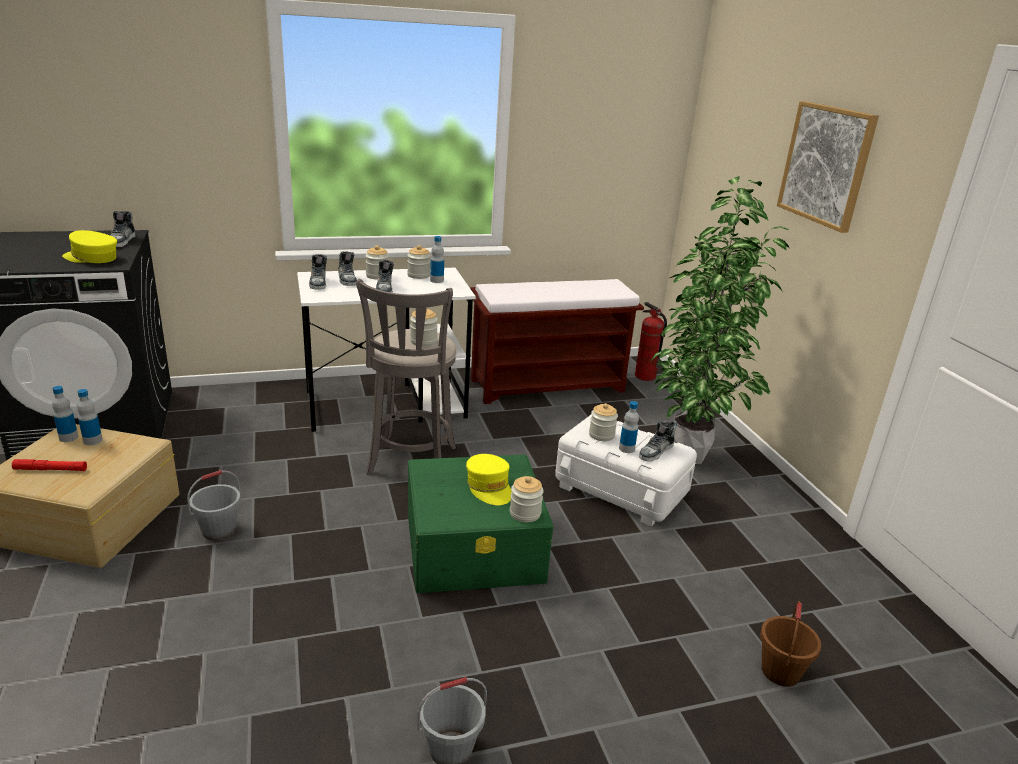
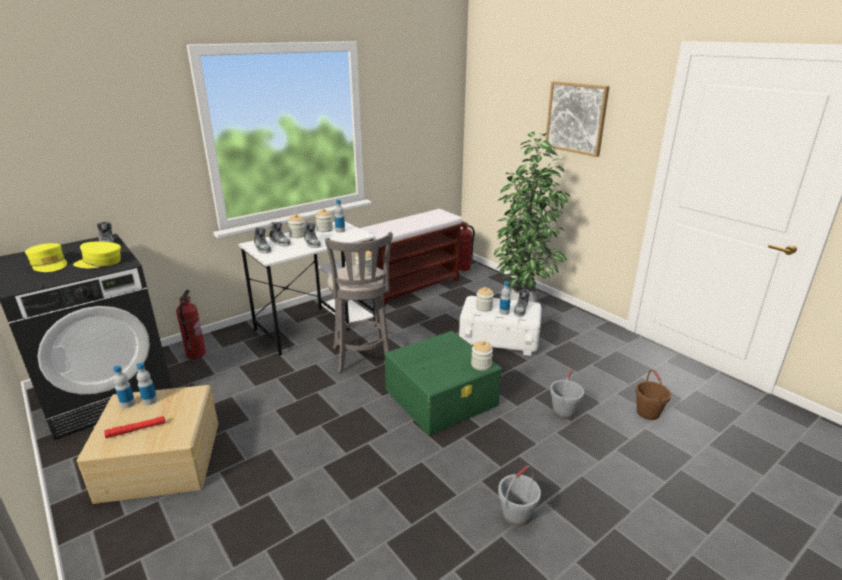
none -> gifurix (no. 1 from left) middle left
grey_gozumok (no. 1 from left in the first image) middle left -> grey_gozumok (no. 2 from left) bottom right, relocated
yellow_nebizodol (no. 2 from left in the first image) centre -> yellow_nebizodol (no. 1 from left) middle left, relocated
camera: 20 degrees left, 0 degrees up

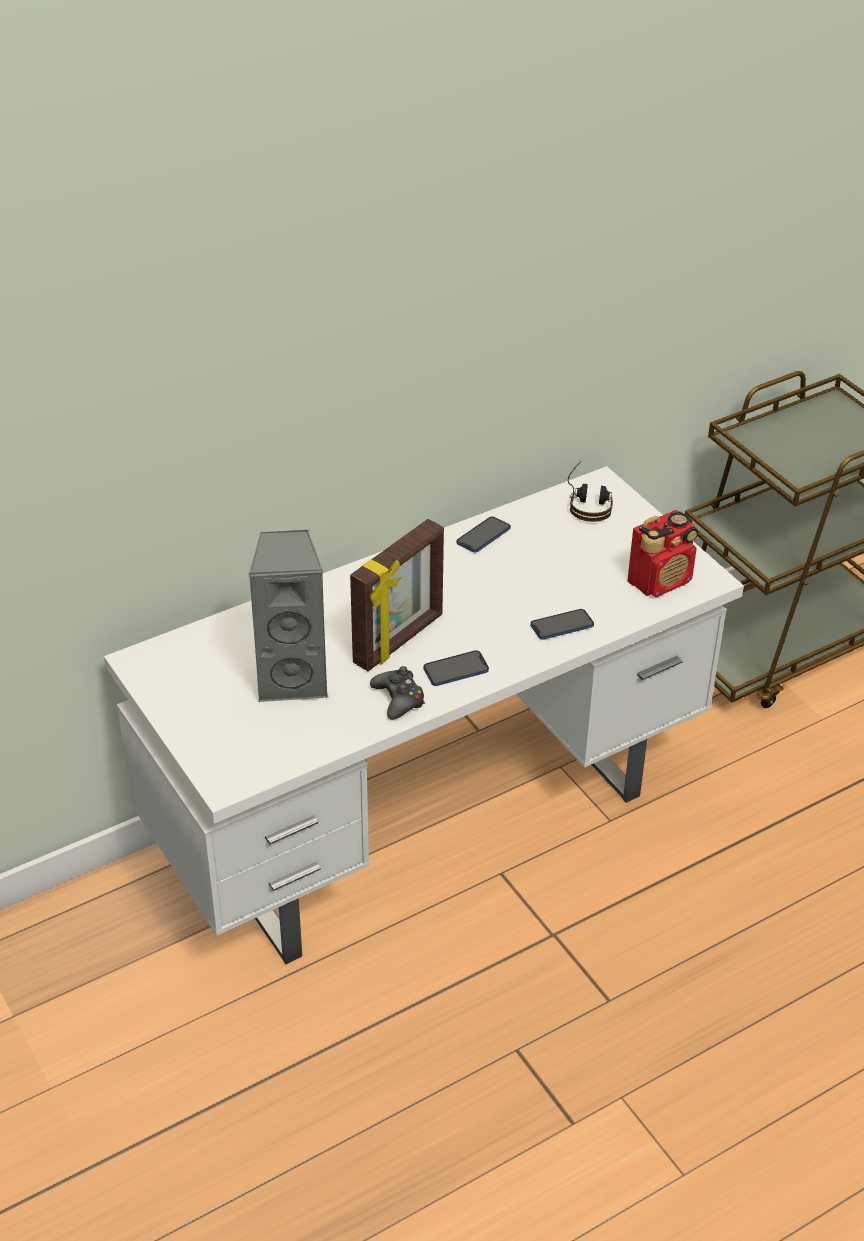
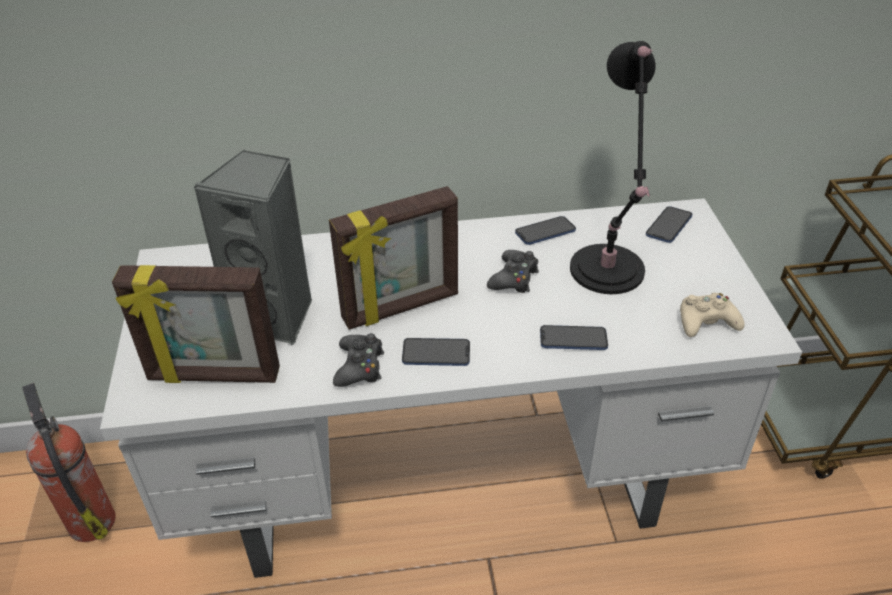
none -> gifurix bottom left
none -> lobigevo (no. 1 from left) middle left
none -> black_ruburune (no. 2 from left) centre
none -> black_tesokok top right
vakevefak middle right -> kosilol (no. 4 from left) middle right
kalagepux middle right -> beige_ruburune middle right
camera: 25 degrees right, 0 degrees up

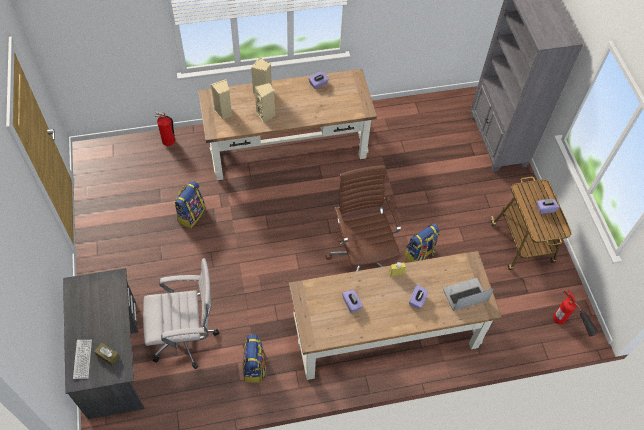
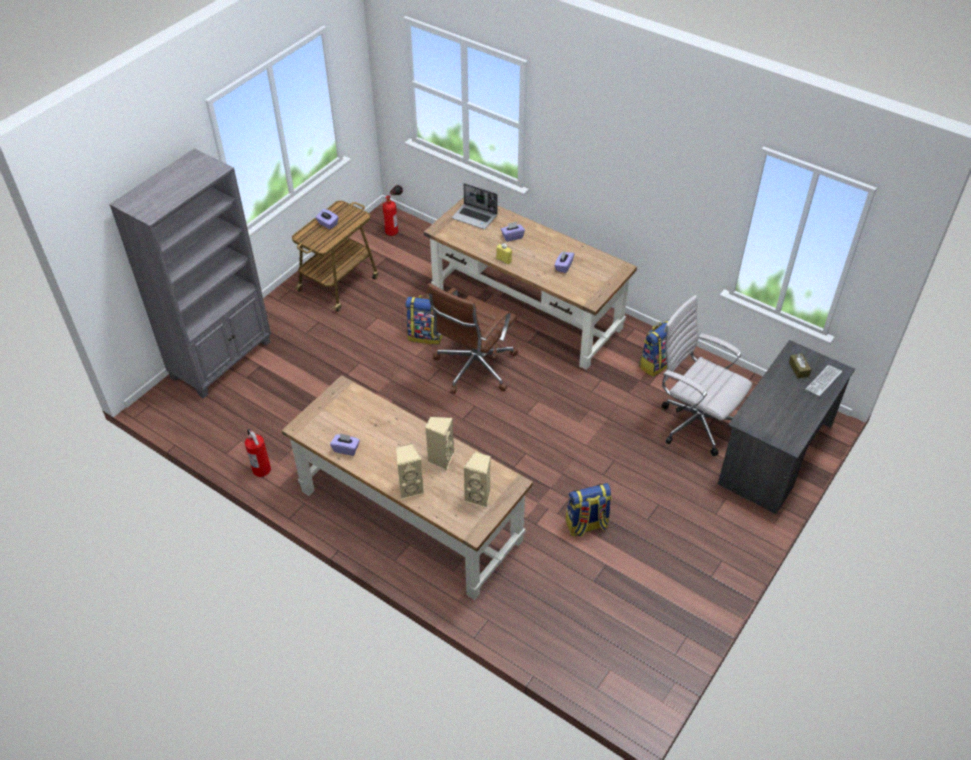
gifurix (no. 1 from left) top left -> gifurix (no. 1 from left) middle left, relocated
camera: 130 degrees left, 10 degrees down

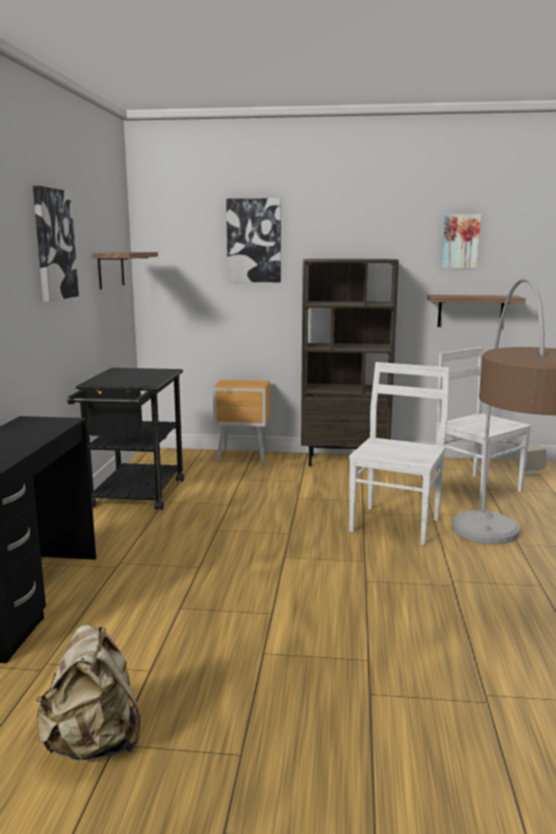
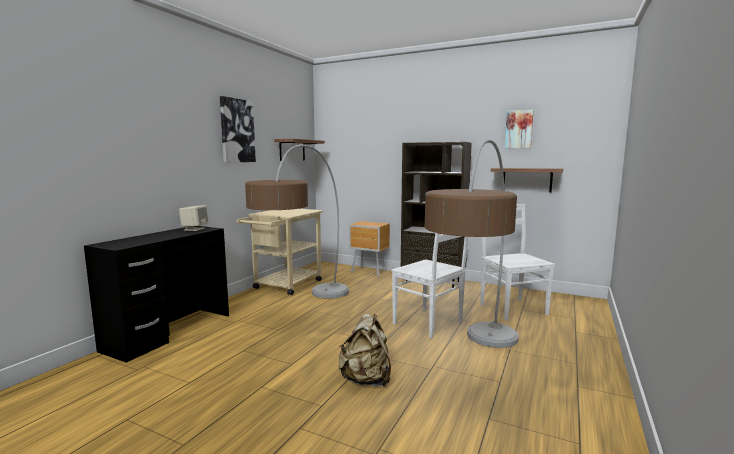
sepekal (no. 2 from left) top centre -> none
none -> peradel (no. 1 from left) centre
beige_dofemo bottom left -> beige_dofemo bottom centre, relocated
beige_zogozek middle right -> beige_zogozek middle left, relocated
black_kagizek middle left -> beige_kagizek centre
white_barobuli (no. 1 from left) middle right -> white_barobuli (no. 1 from left) centre, 90 degrees clockwise
camera: 20 degrees right, 5 degrees down

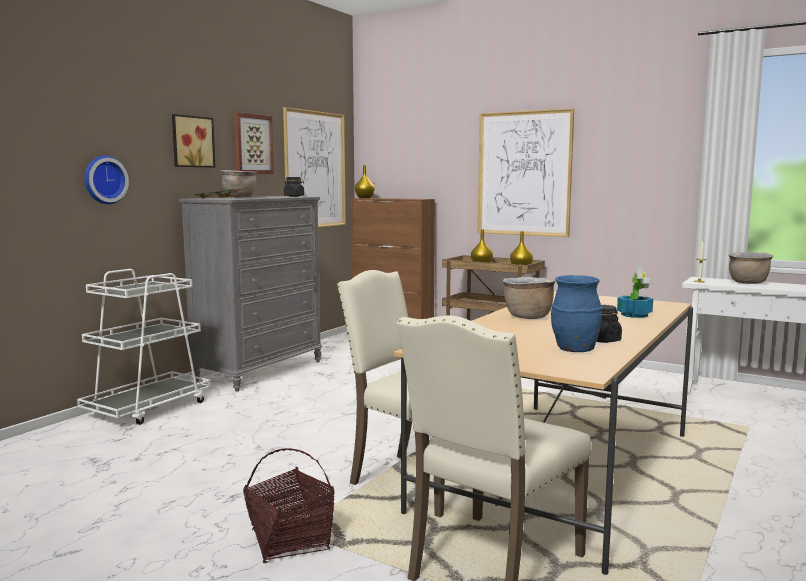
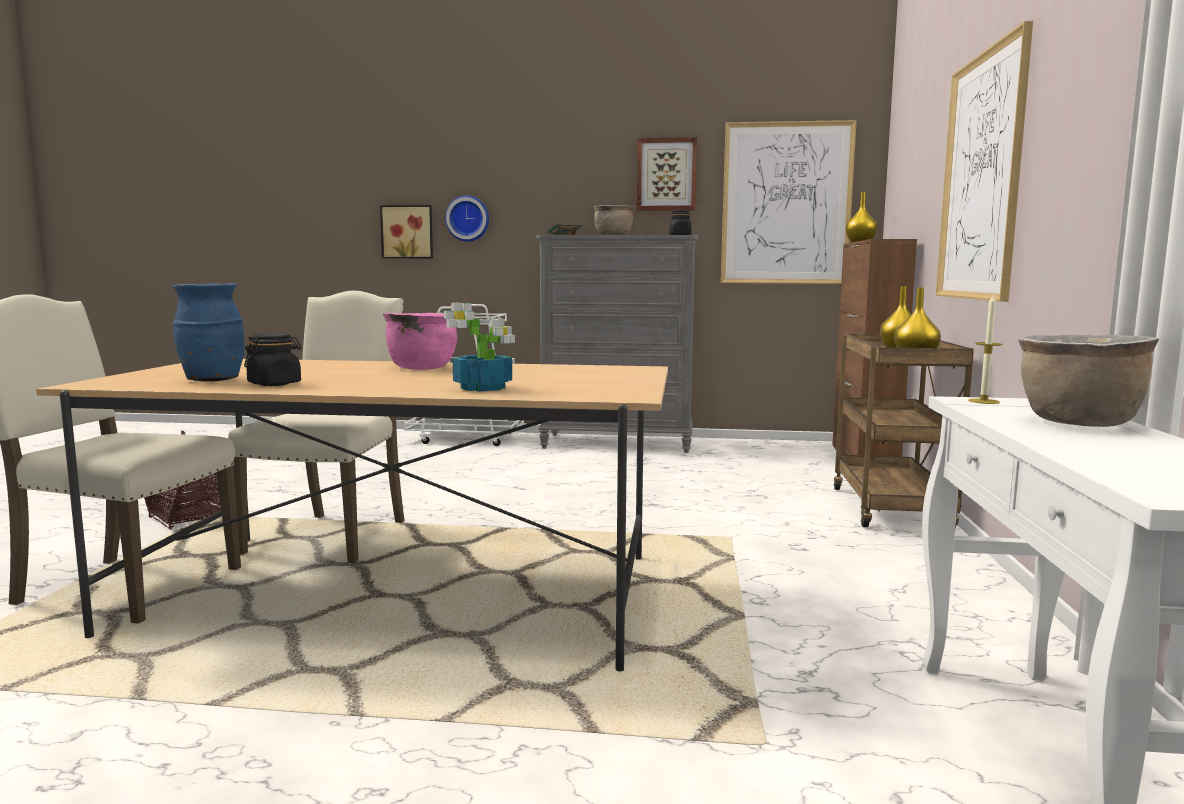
sepekal (no. 1 from left) top left -> sepekal (no. 1 from left) top centre, relocated
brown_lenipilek (no. 2 from left) centre -> pink_lenipilek centre
camera: 65 degrees right, 0 degrees up

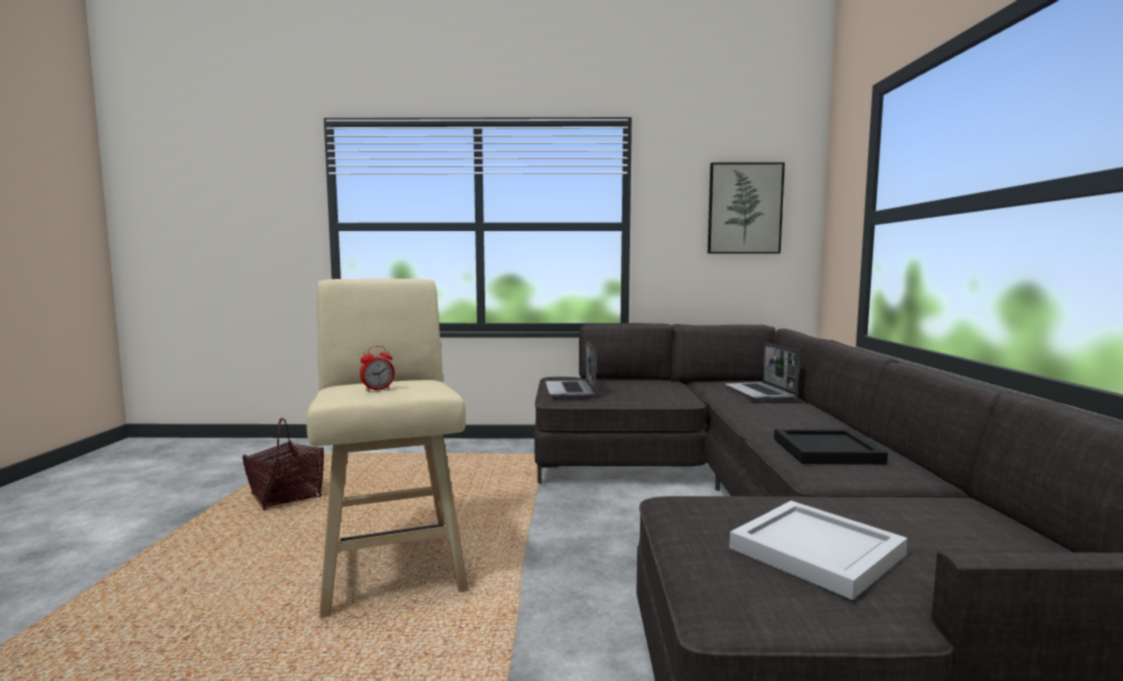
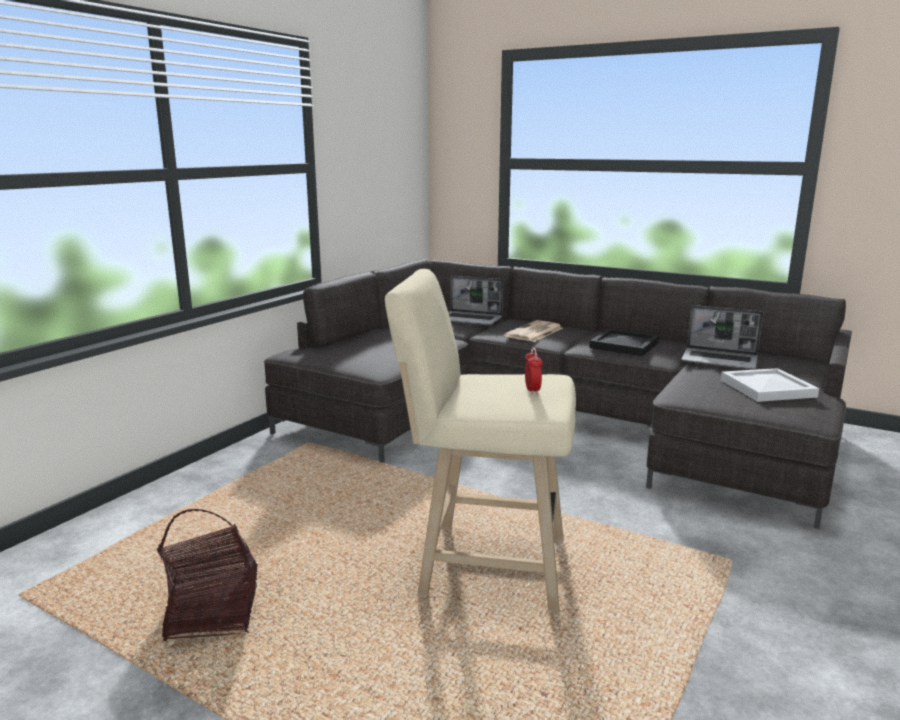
sepekal top centre -> none
none -> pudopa centre
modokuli (no. 1 from left in the first image) centre -> modokuli (no. 2 from left) middle right, relocated
camera: 60 degrees left, 10 degrees up

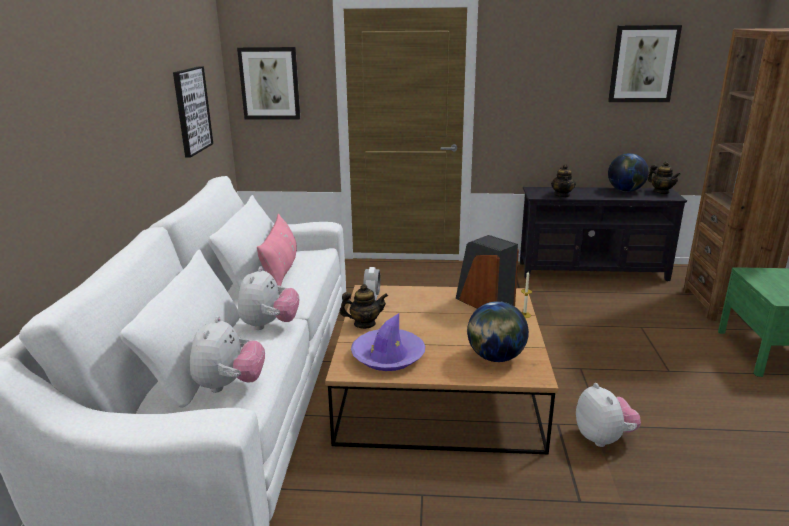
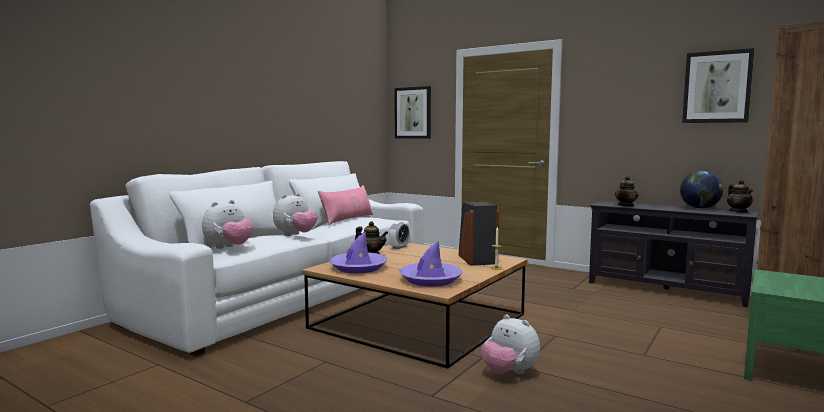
sepekal (no. 1 from left) top left -> none
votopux (no. 1 from left) centre -> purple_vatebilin (no. 2 from left) centre
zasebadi (no. 3 from left) bottom right -> zasebadi (no. 3 from left) bottom centre, 120 degrees clockwise
camera: 30 degrees right, 15 degrees down

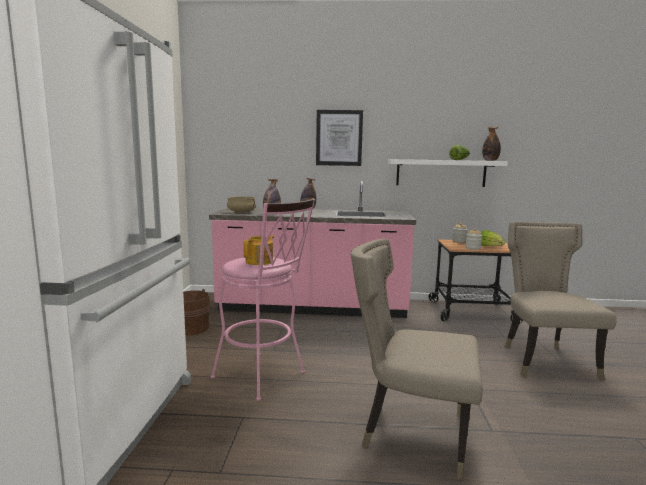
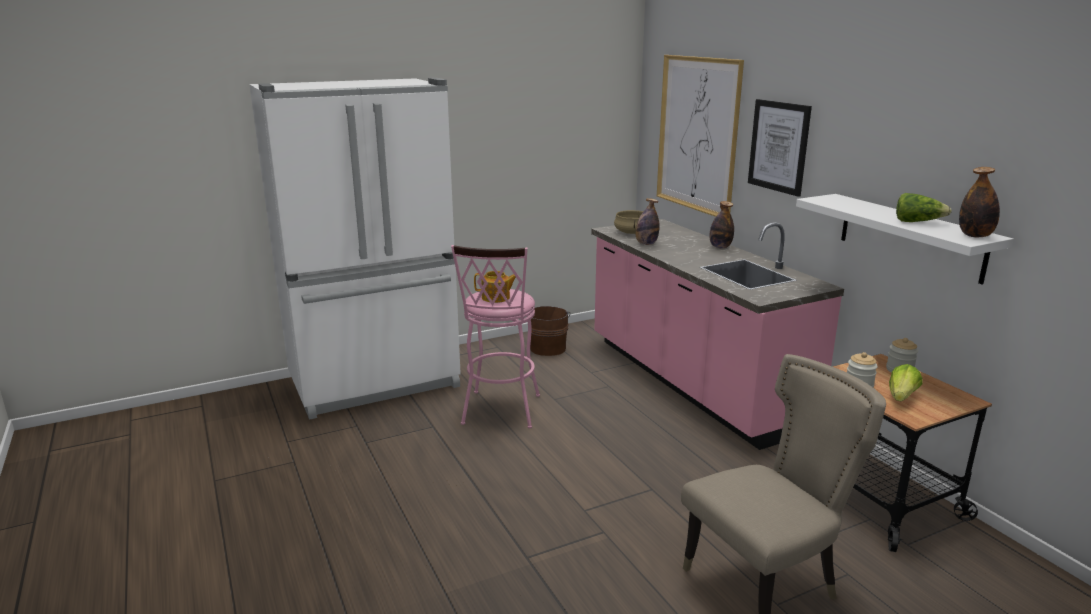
beige_barobuli (no. 1 from left) bottom centre -> none
none -> sepekal (no. 1 from left) top centre
camera: 60 degrees right, 10 degrees up

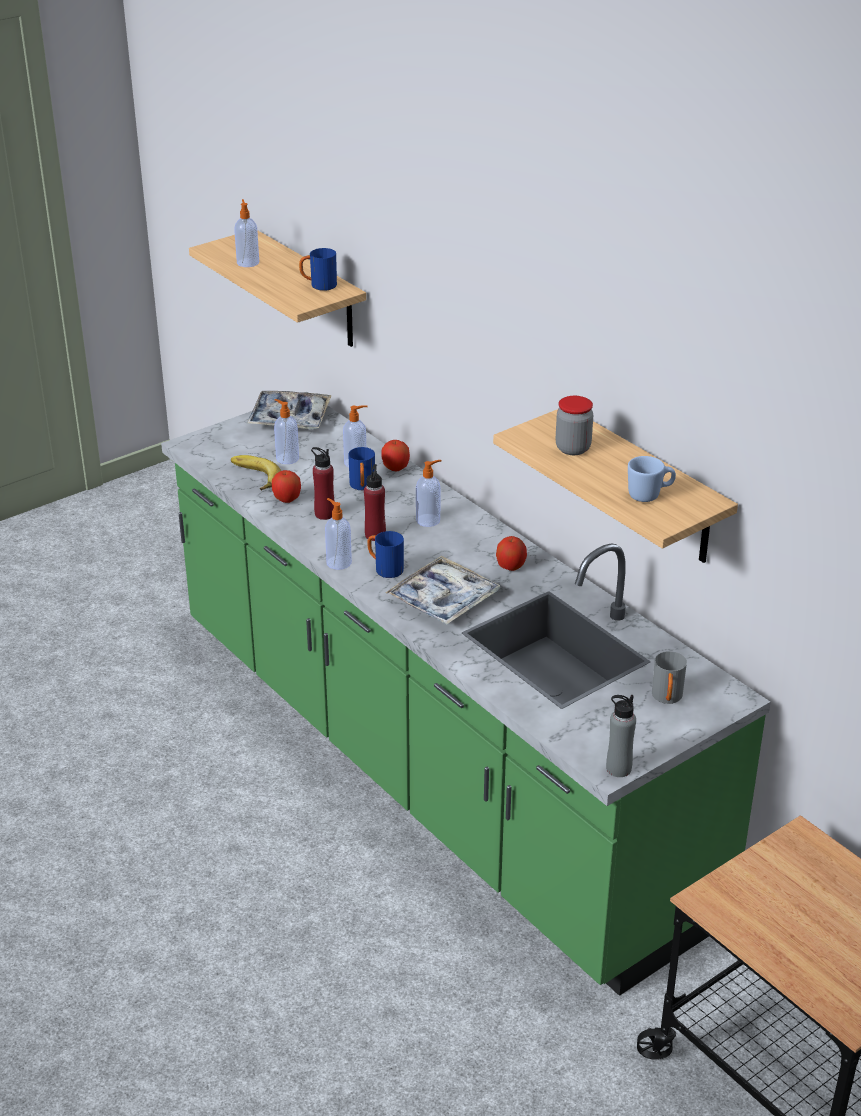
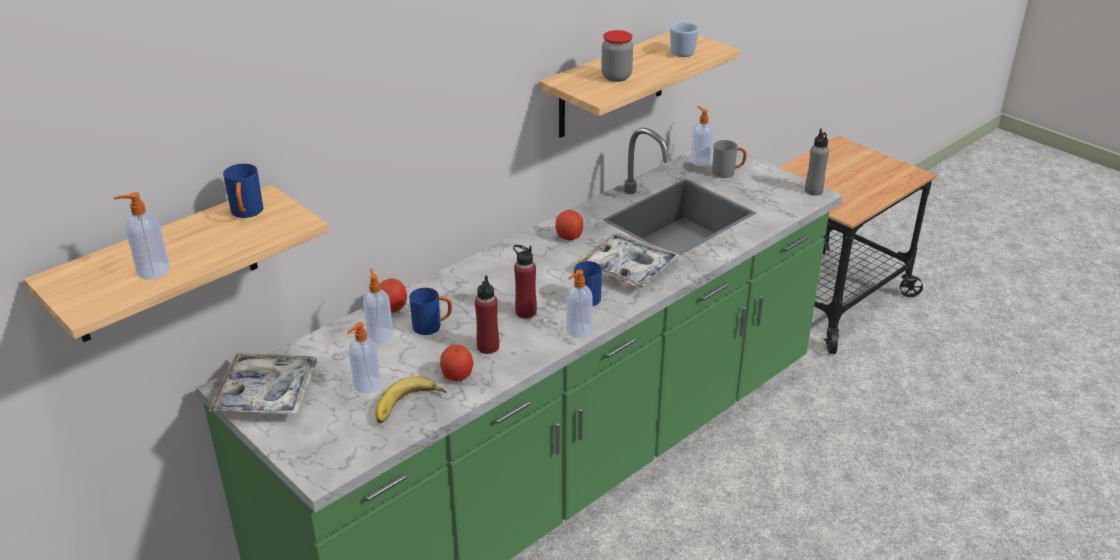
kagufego (no. 5 from left) centre -> kagufego (no. 5 from left) top centre, relocated
camera: 95 degrees left, 0 degrees up

